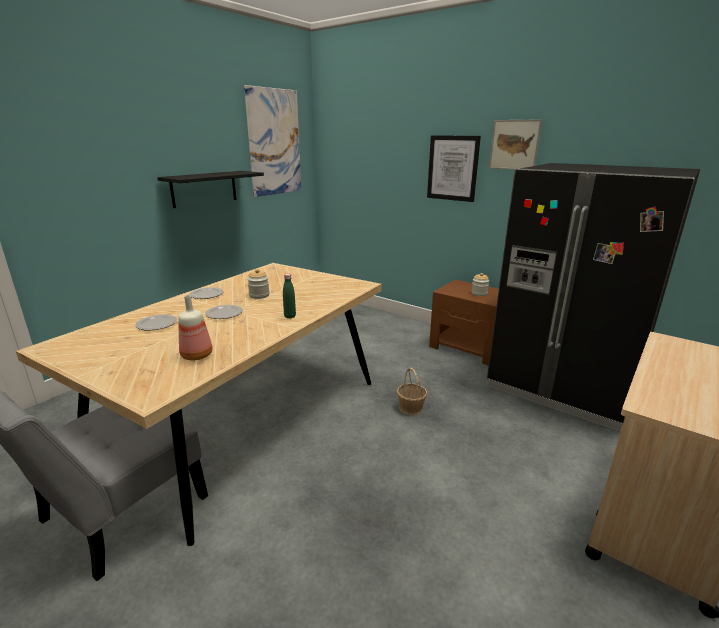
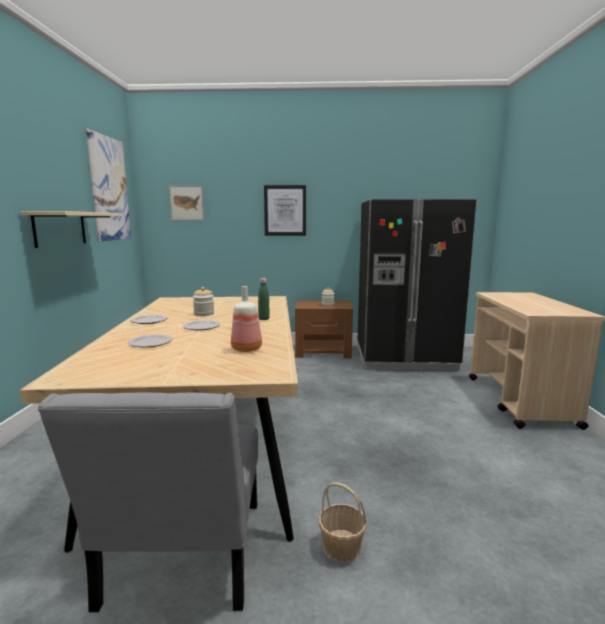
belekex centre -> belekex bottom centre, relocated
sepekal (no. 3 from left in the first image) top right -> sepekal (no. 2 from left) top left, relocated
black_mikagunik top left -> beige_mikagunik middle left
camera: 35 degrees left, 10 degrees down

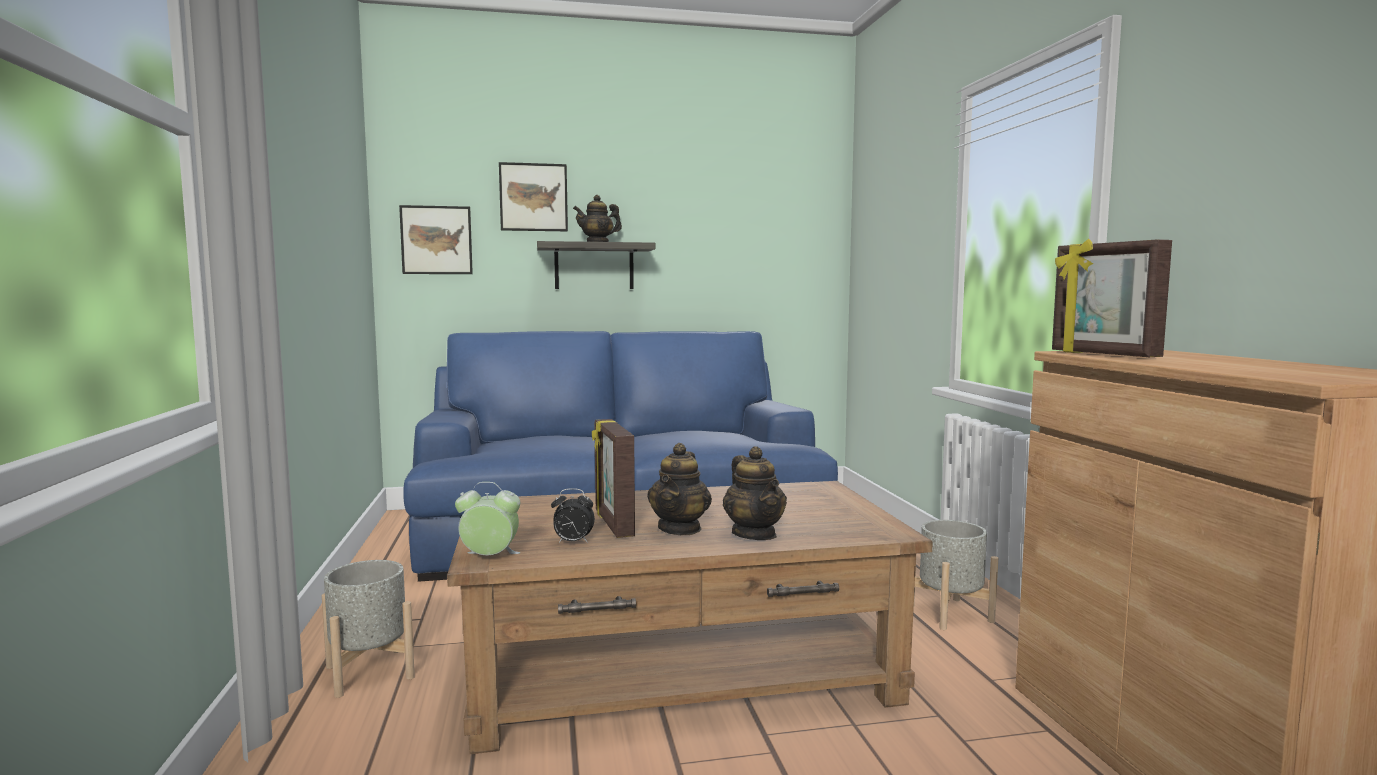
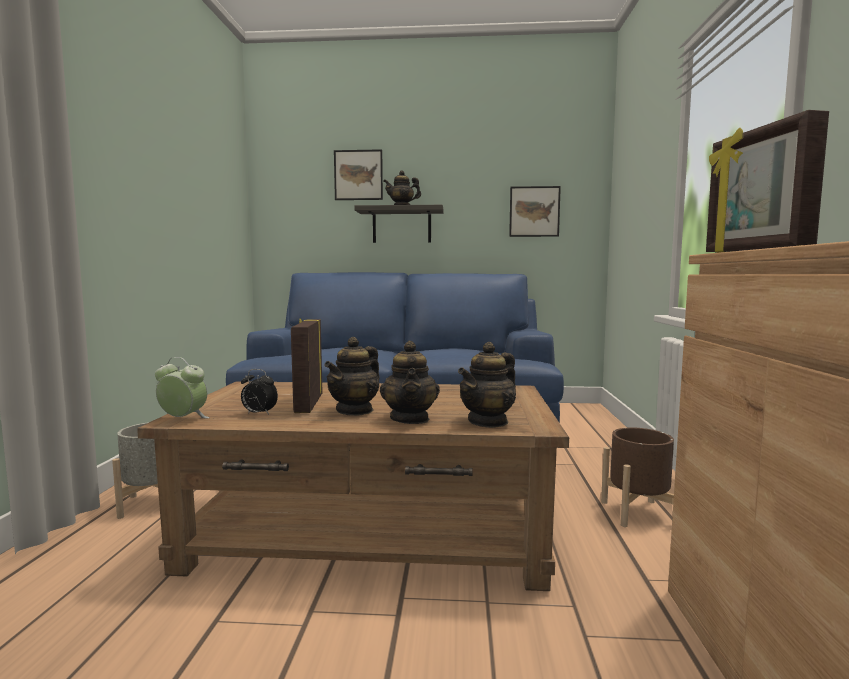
none -> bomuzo (no. 4 from left) centre
sepekal (no. 1 from left in the first image) top left -> sepekal (no. 2 from left) top centre, relocated
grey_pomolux (no. 2 from left) bottom right -> brown_pomolux bottom right
camera: 15 degrees right, 0 degrees up

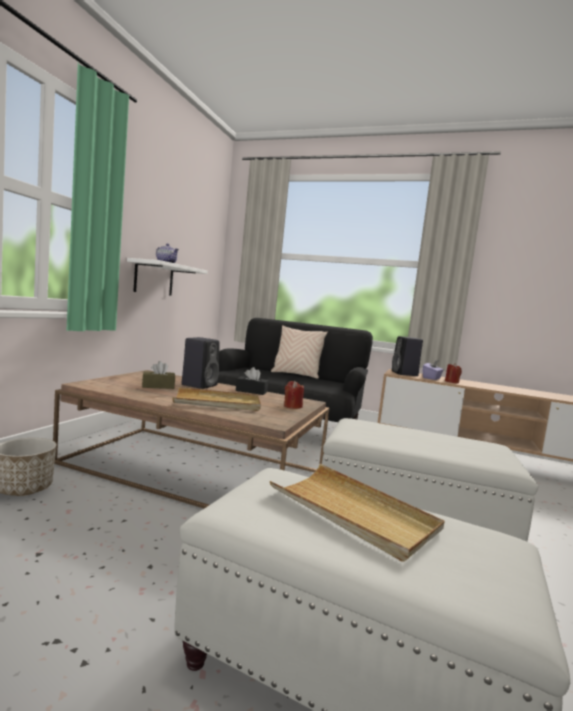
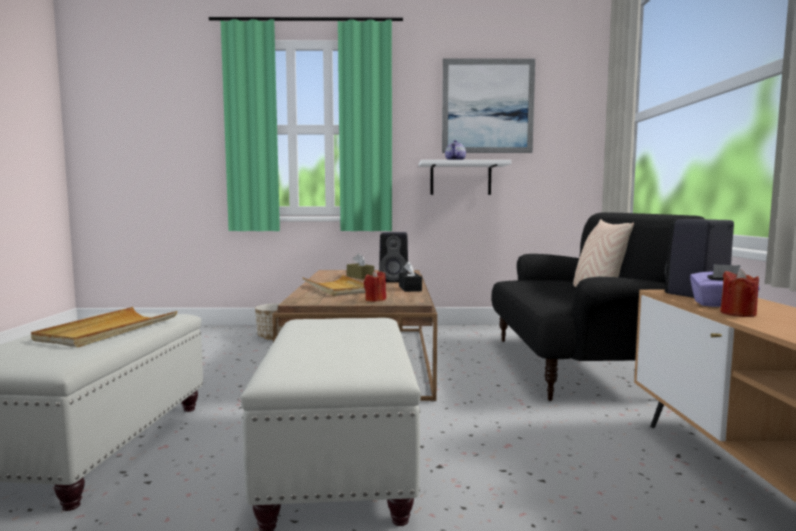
none -> sepekal top centre
camera: 70 degrees right, 0 degrees up

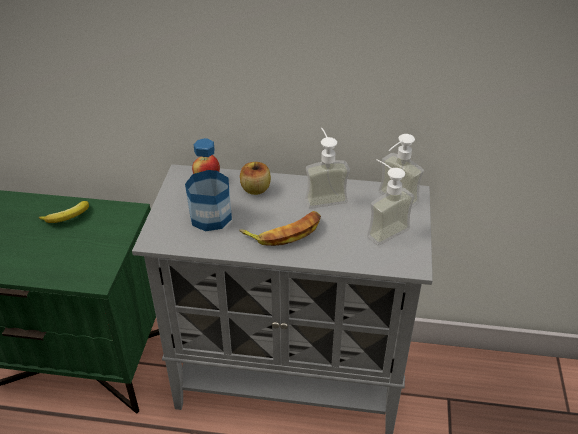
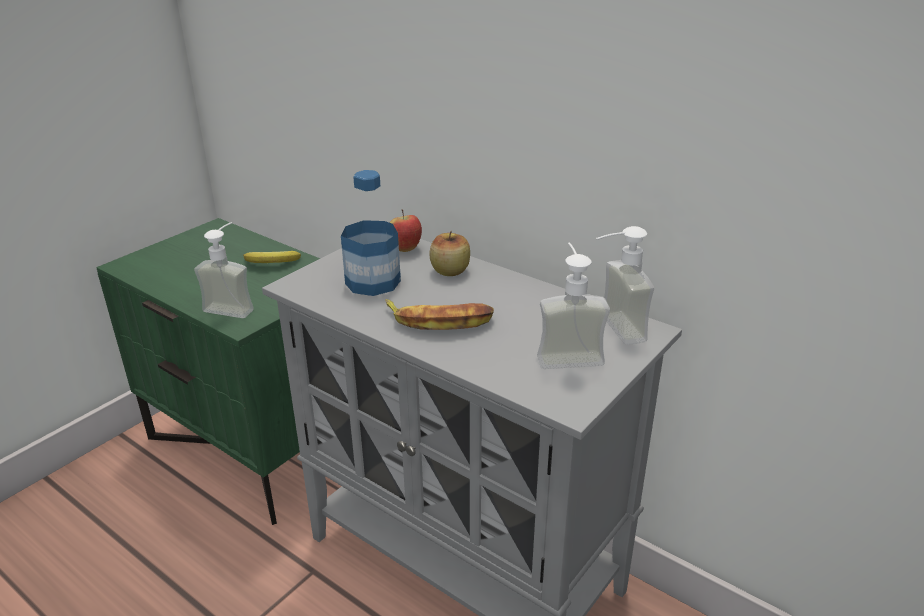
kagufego (no. 1 from left) centre -> kagufego (no. 1 from left) middle left, relocated
camera: 30 degrees right, 10 degrees down

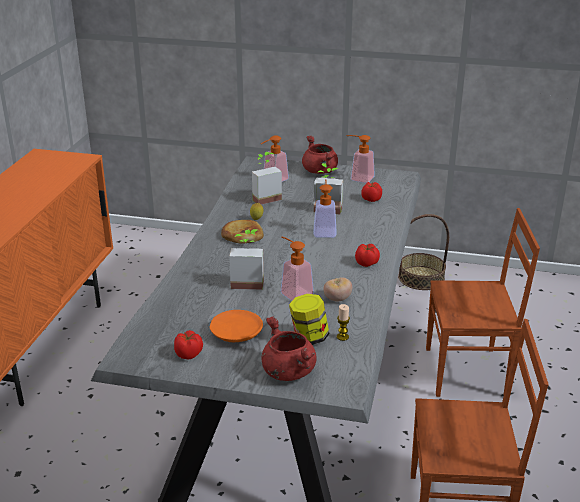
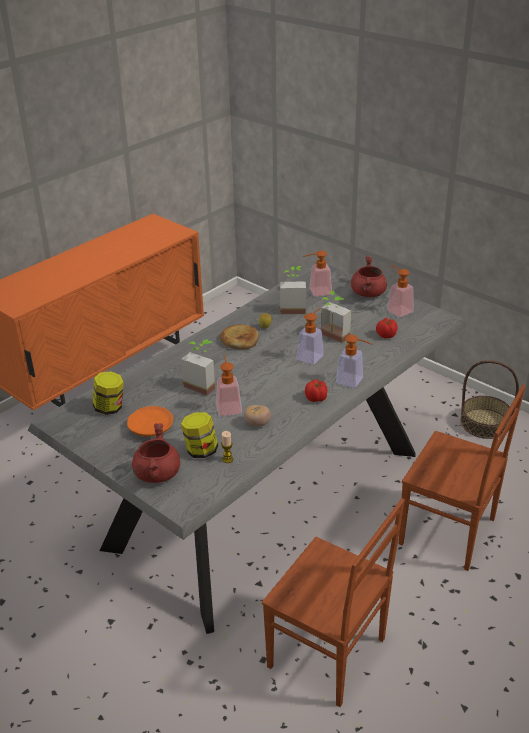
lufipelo (no. 1 from left) bottom left -> none
none -> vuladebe (no. 1 from left) middle left
none -> kagufego (no. 4 from left) middle right
camera: 30 degrees right, 5 degrees up

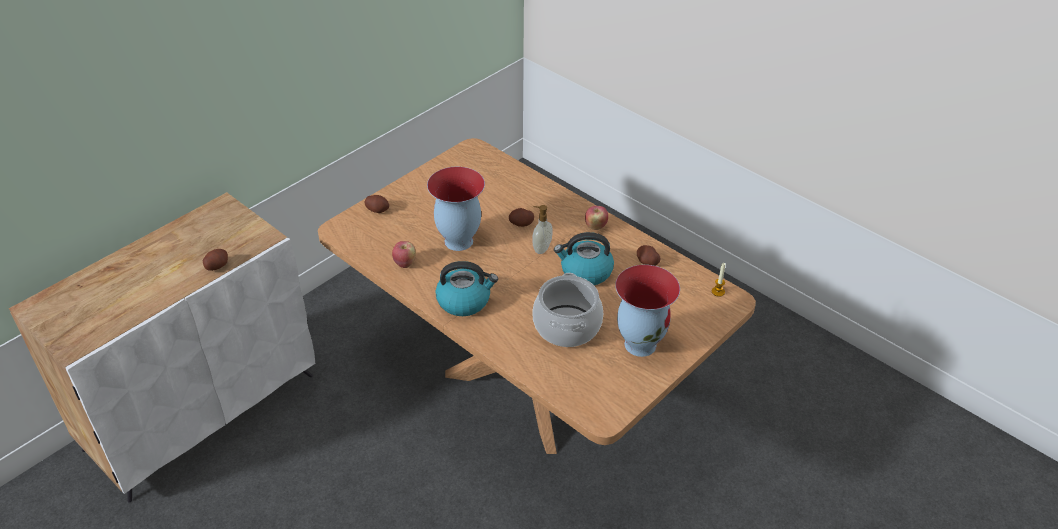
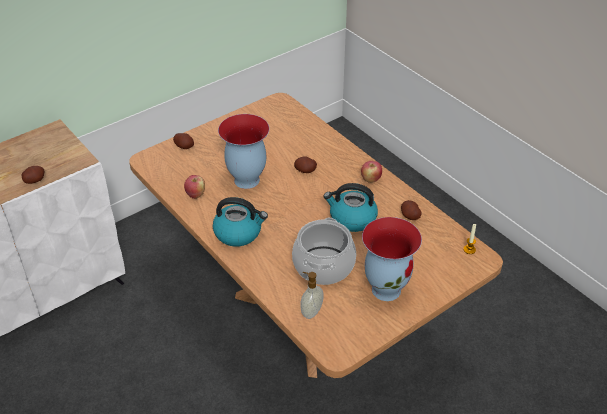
kagufego centre -> kagufego bottom centre, relocated
camera: 10 degrees right, 0 degrees up

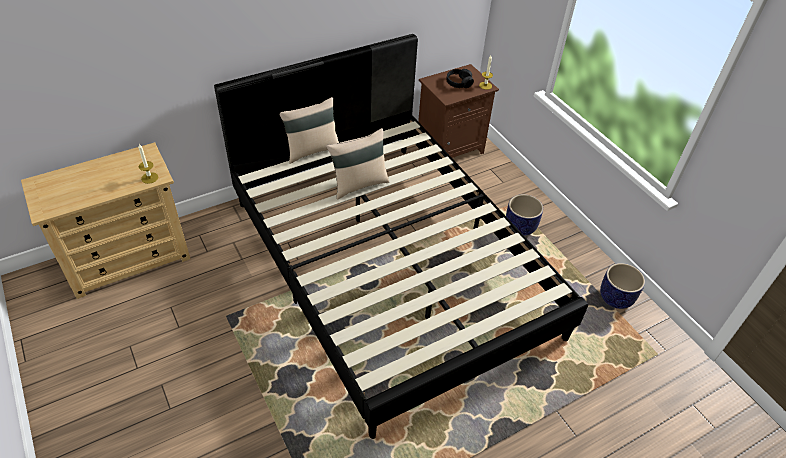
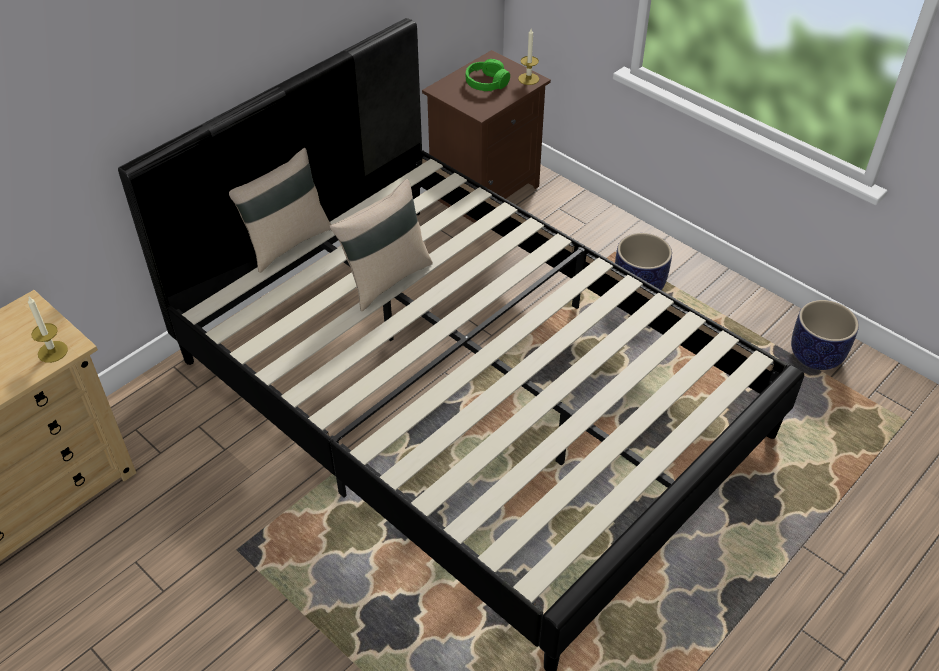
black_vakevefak top centre -> green_vakevefak top centre
camera: 15 degrees left, 0 degrees up

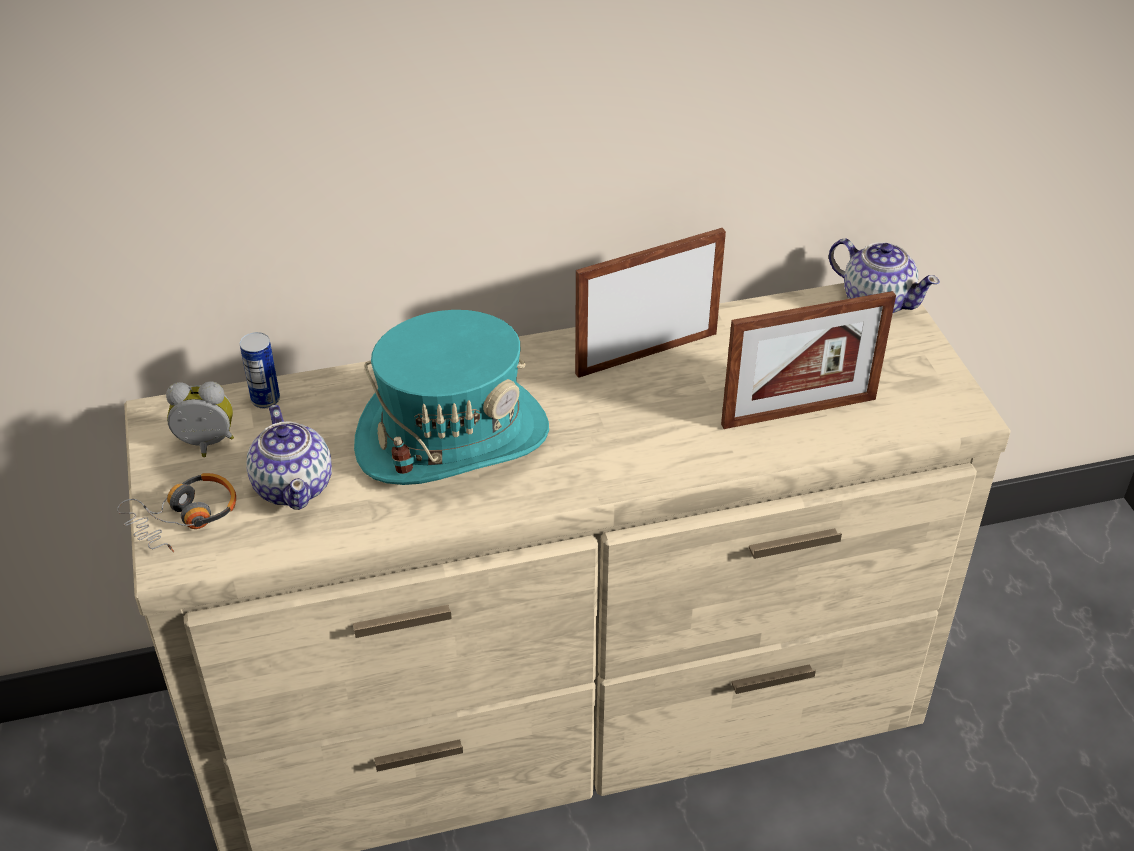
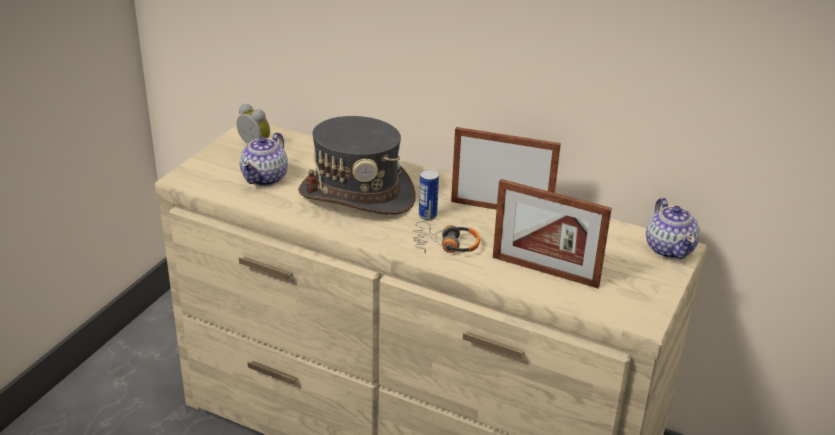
vakevefak middle left -> vakevefak centre, relocated
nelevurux middle left -> nelevurux centre, relocated
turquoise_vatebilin centre -> grey_vatebilin centre
camera: 40 degrees right, 10 degrees down

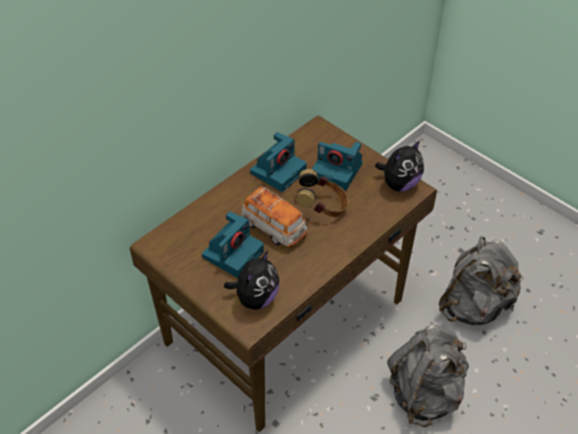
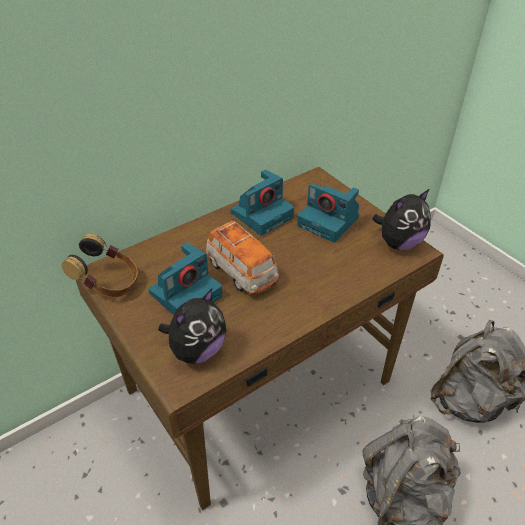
vakevefak centre -> vakevefak middle left, relocated
camera: 10 degrees right, 5 degrees down

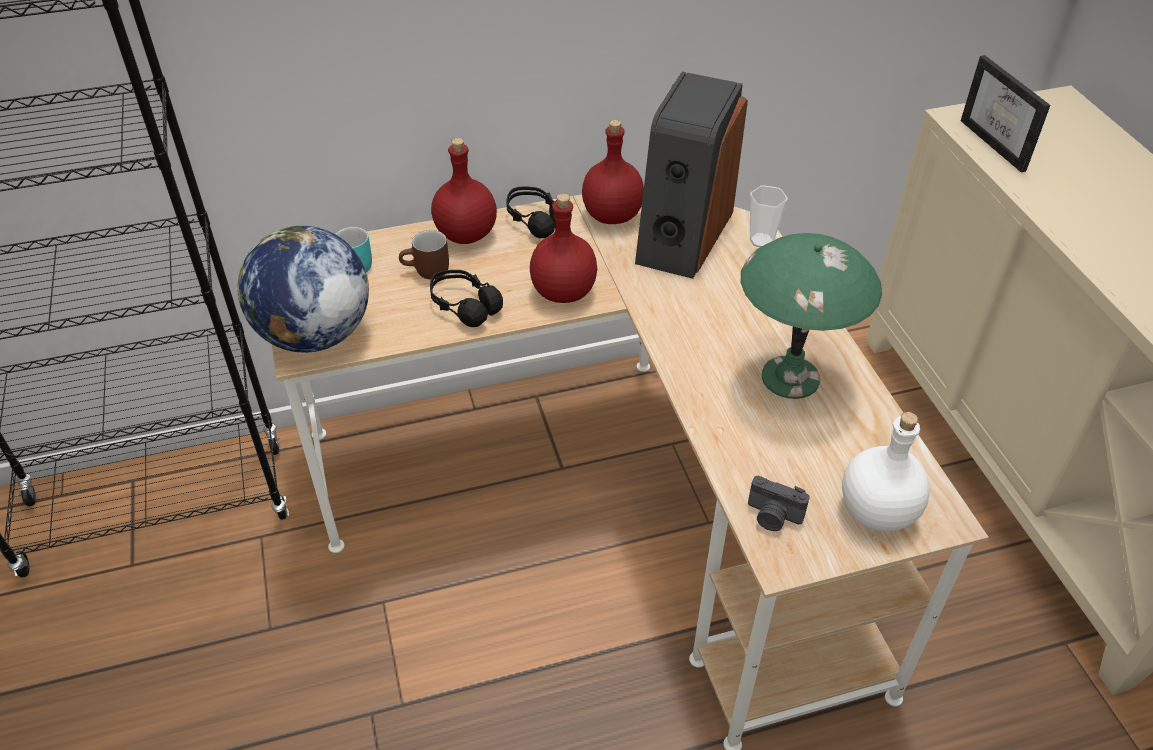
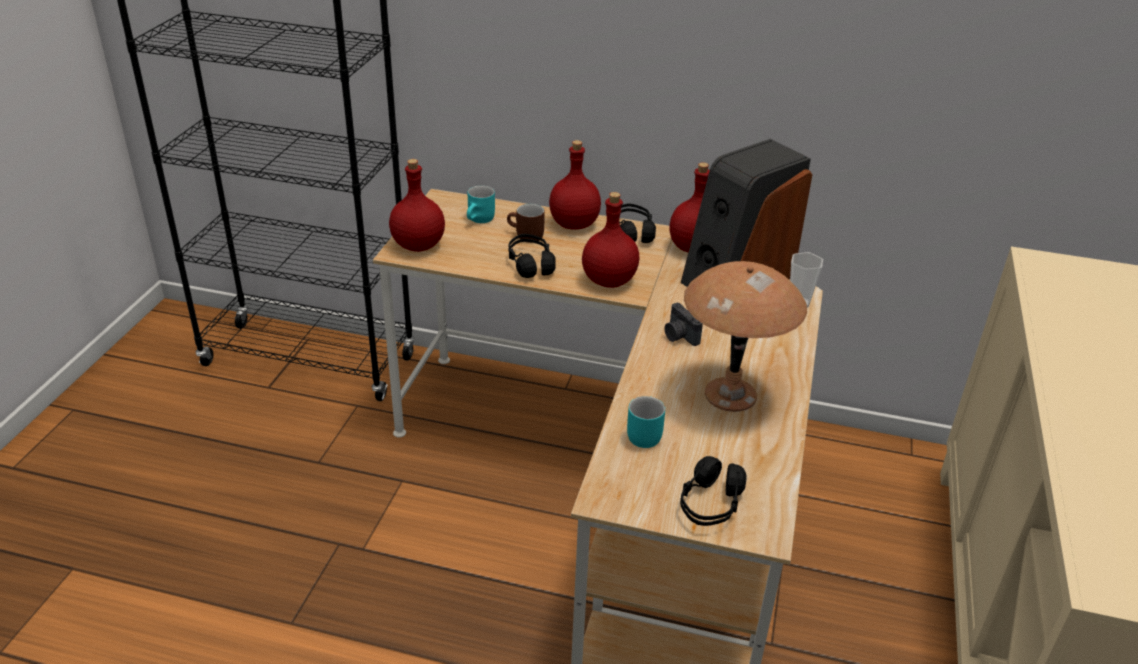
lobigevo top right -> none
none -> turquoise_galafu (no. 2 from left) centre
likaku bottom right -> likaku centre, relocated
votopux middle left -> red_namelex (no. 1 from left) top centre
white_namelex middle right -> black_vakevefak (no. 3 from left) bottom centre
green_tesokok middle right -> brown_tesokok centre
camera: 30 degrees right, 10 degrees down

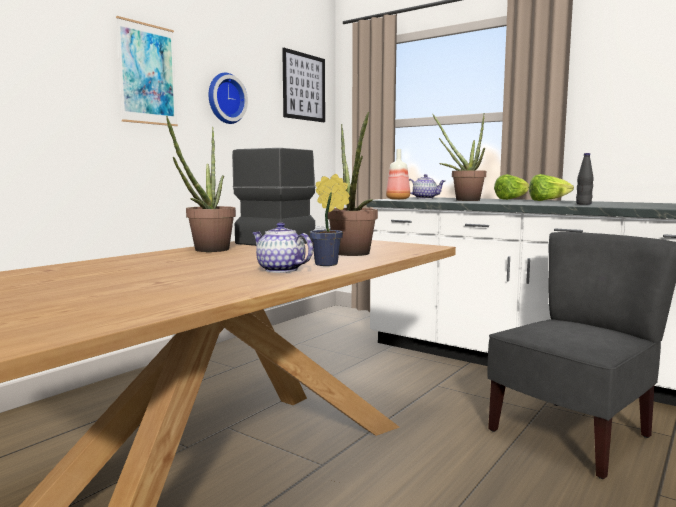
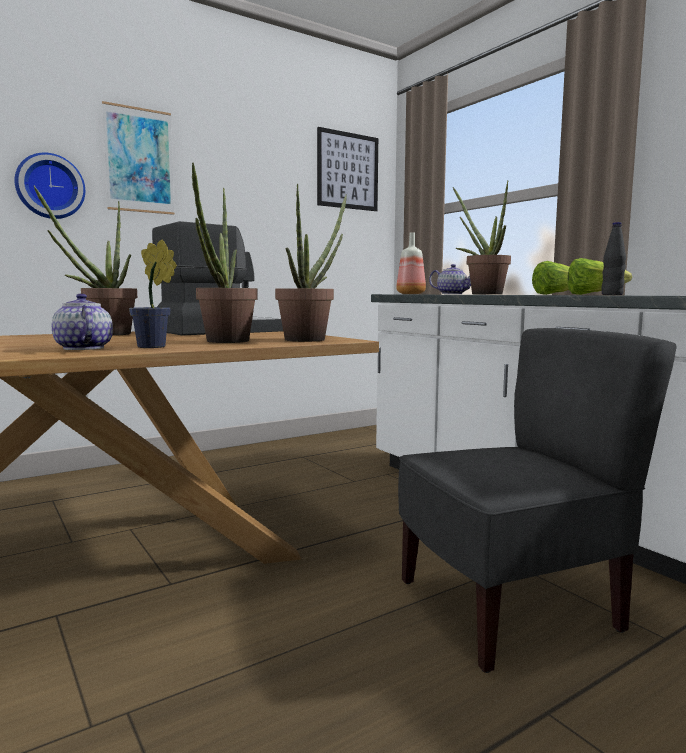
none -> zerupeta (no. 4 from left) centre
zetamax top centre -> zetamax top left, relocated
camera: 20 degrees right, 0 degrees up

